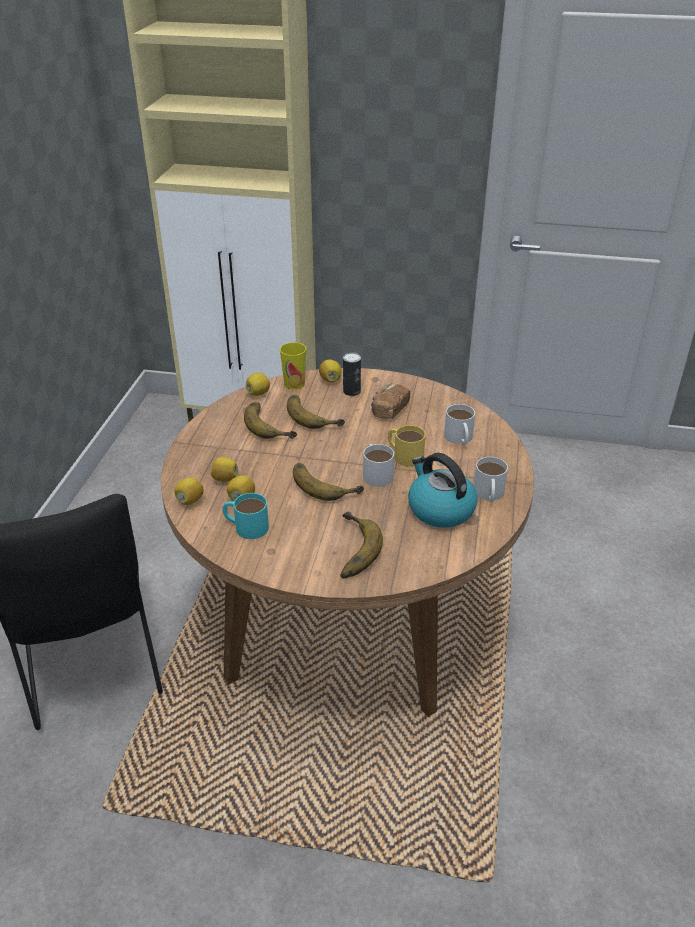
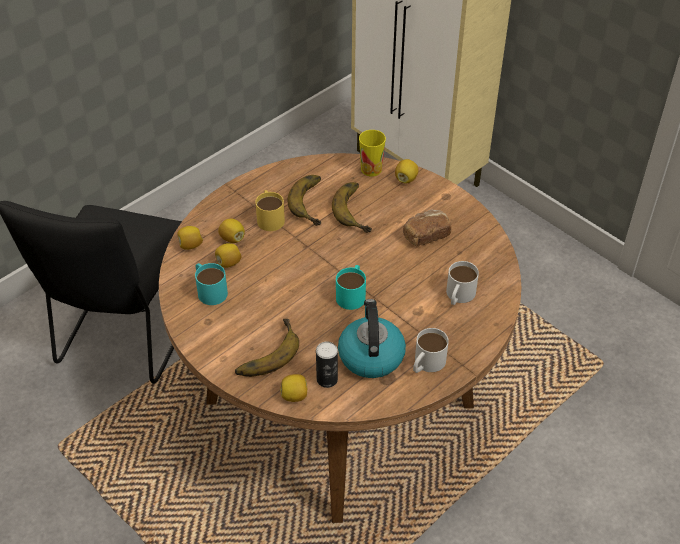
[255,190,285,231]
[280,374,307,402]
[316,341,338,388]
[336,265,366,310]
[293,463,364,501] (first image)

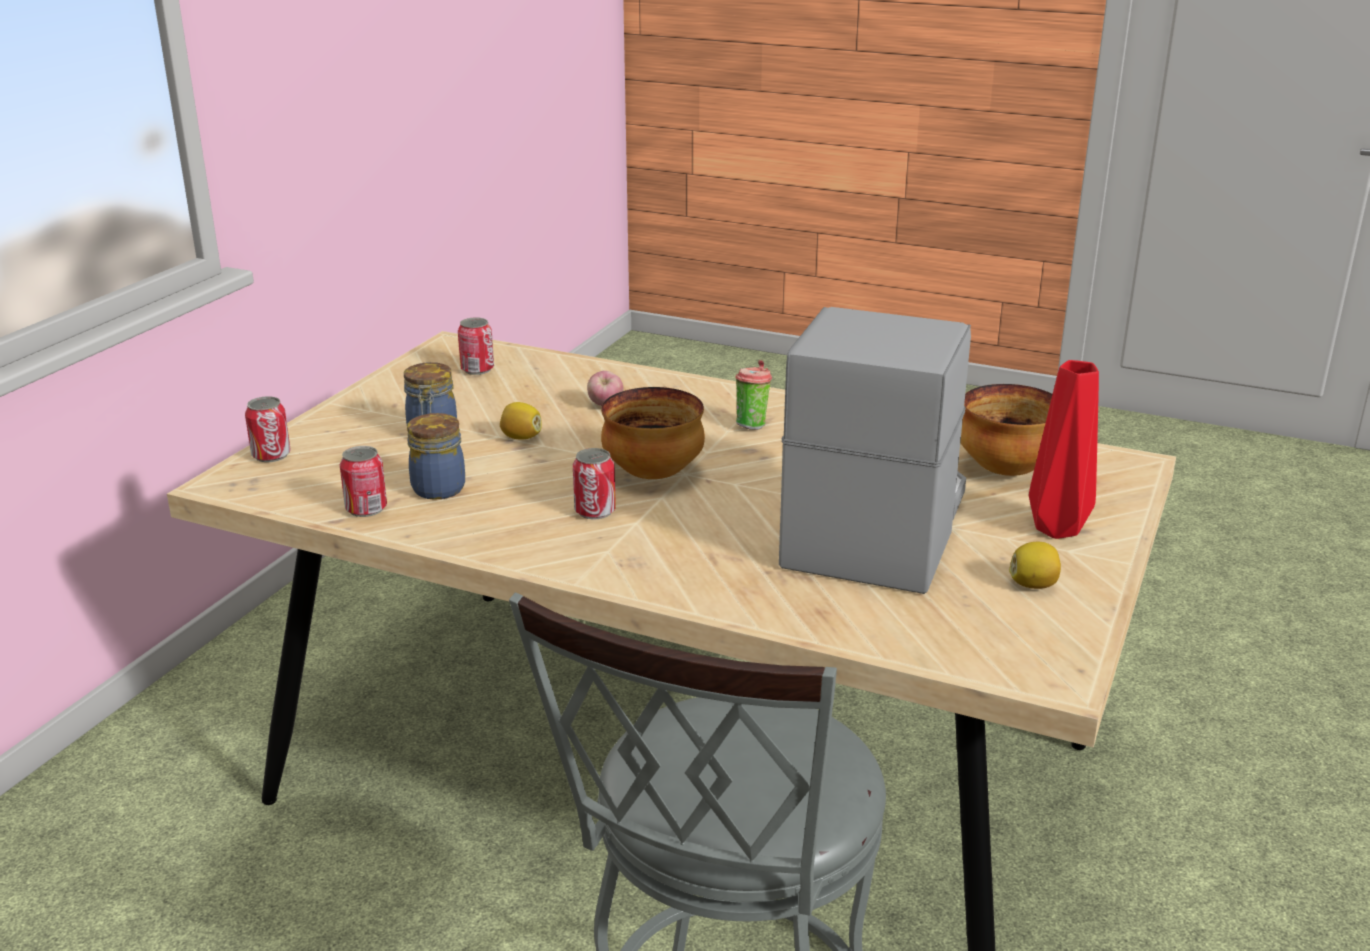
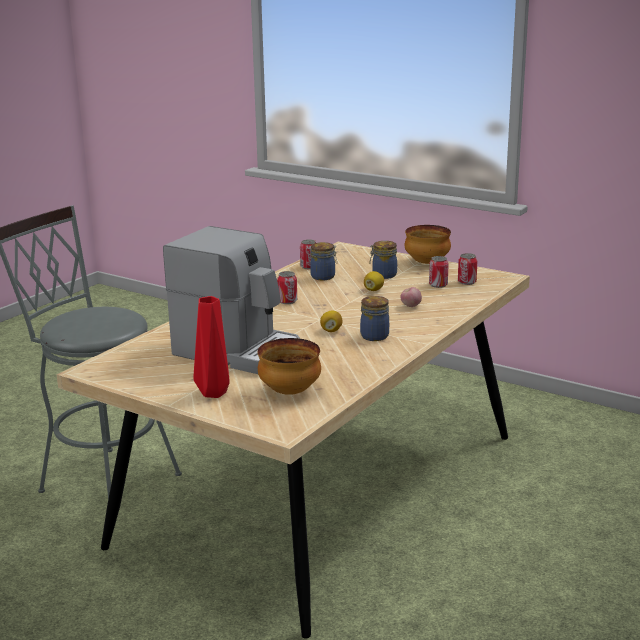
[320,311,342,332]
[360,296,389,341]
[405,225,451,264]
[429,256,449,288]

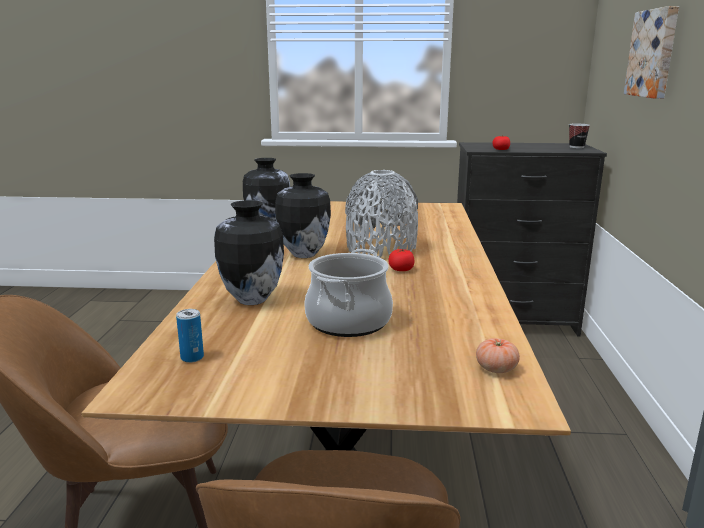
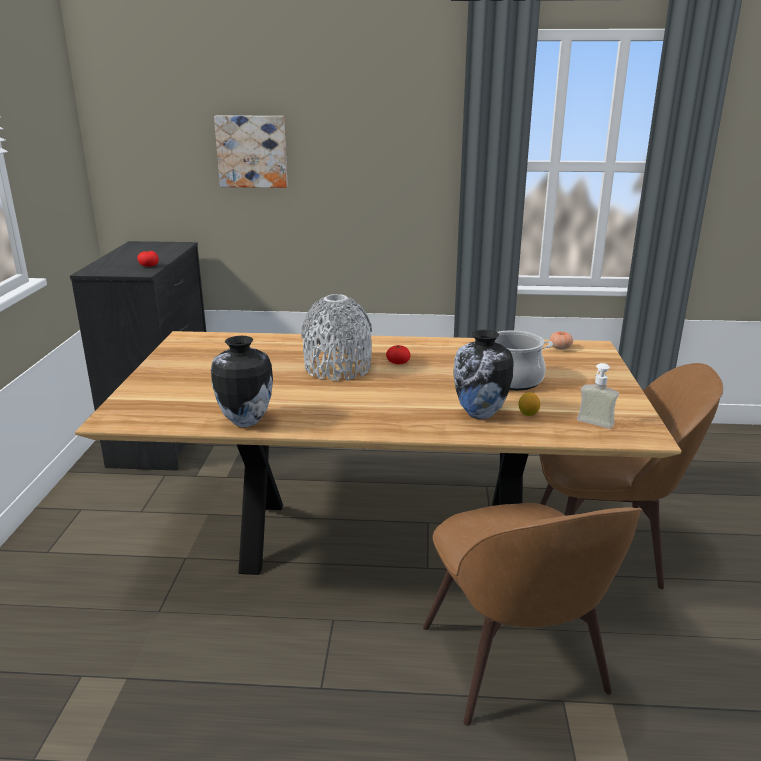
[519,392,540,416]
[577,363,619,429]
[275,173,331,258] (first image)
[569,124,590,148] (first image)

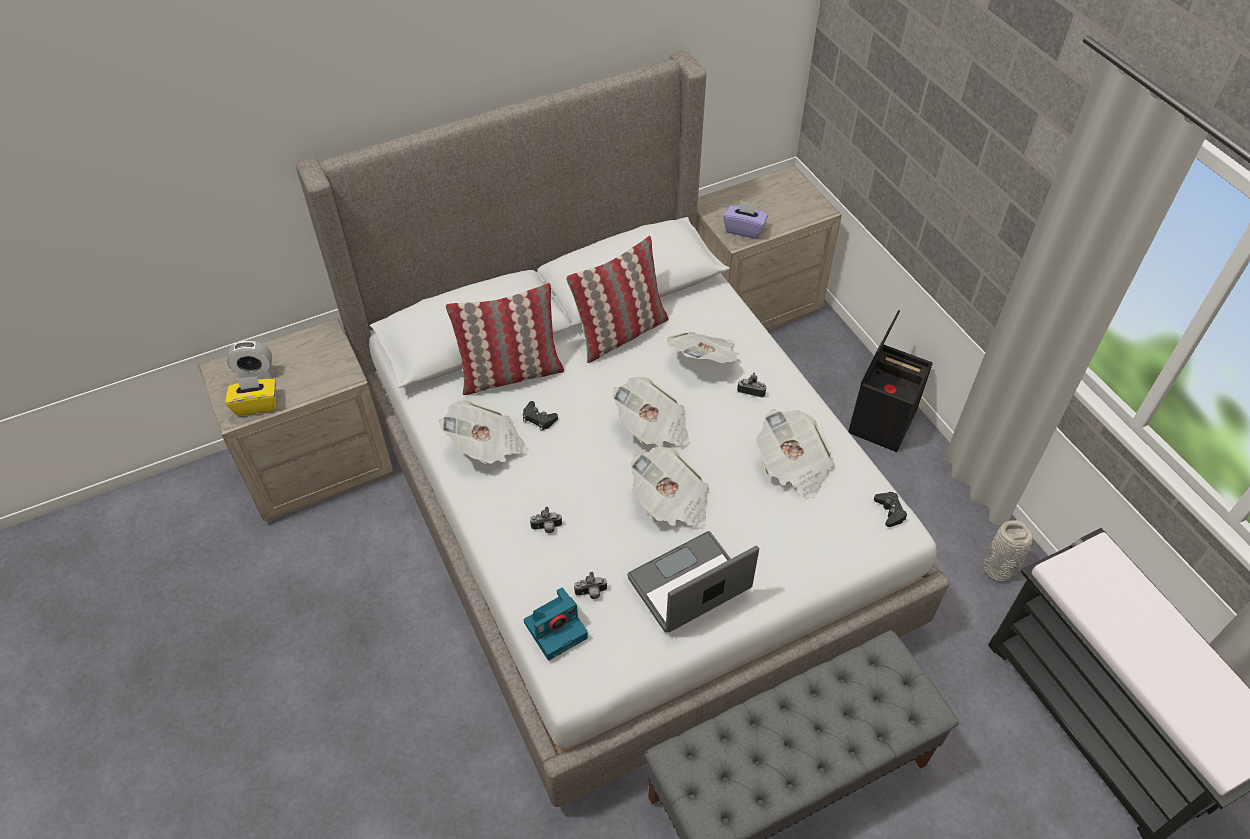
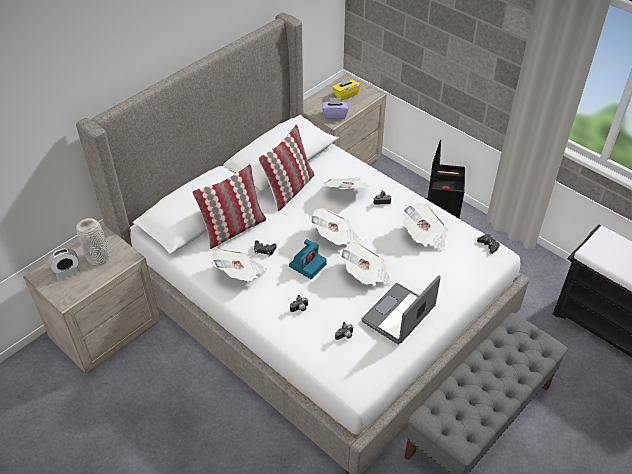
[76,218,109,265]
[289,239,327,279]
[332,76,360,101]

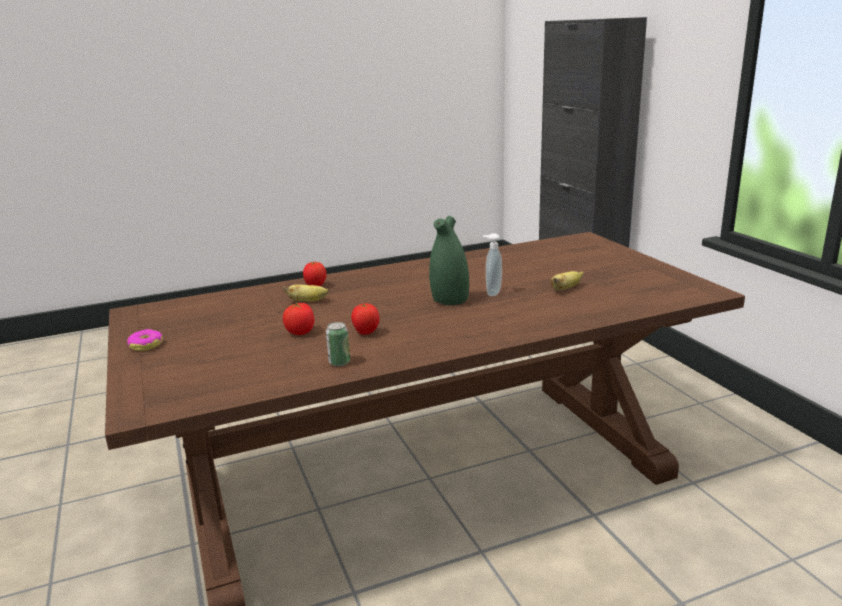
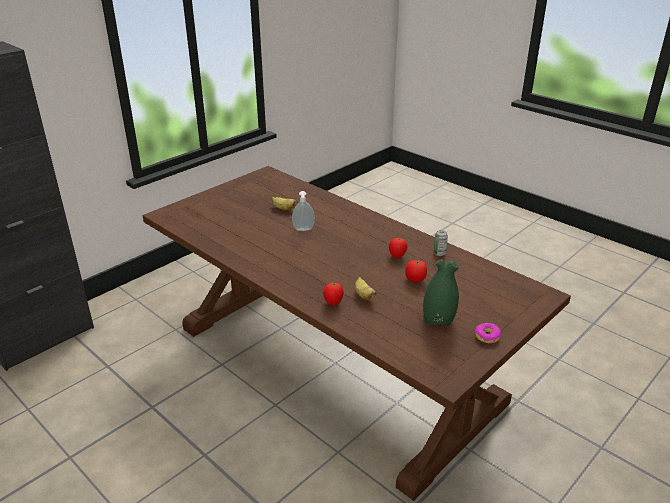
[423,259,459,326]

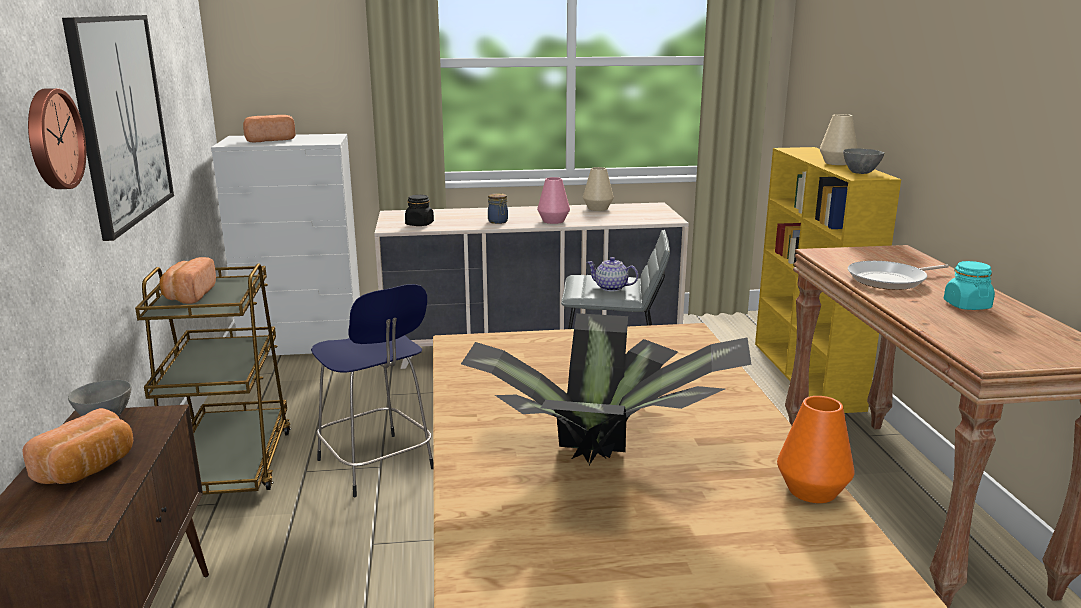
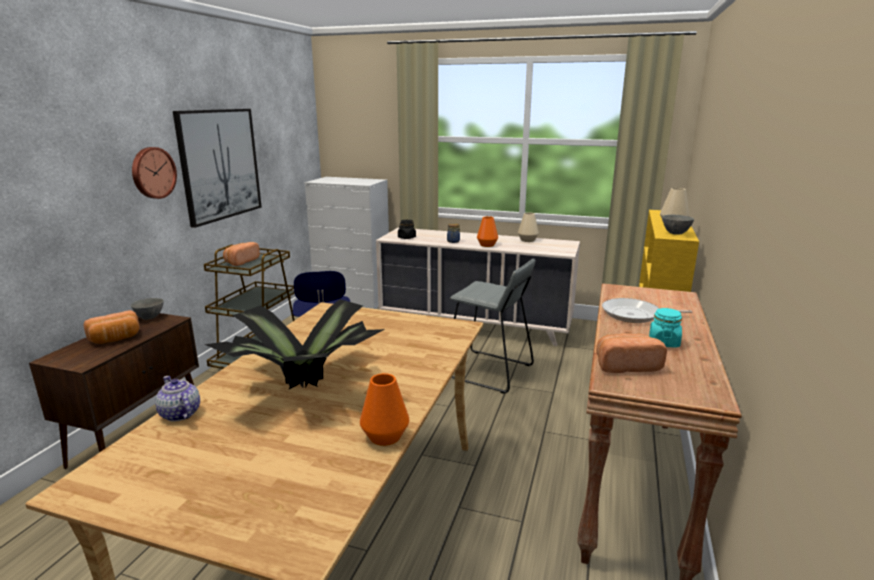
[155,376,200,422]
[477,216,498,247]
[596,333,667,373]

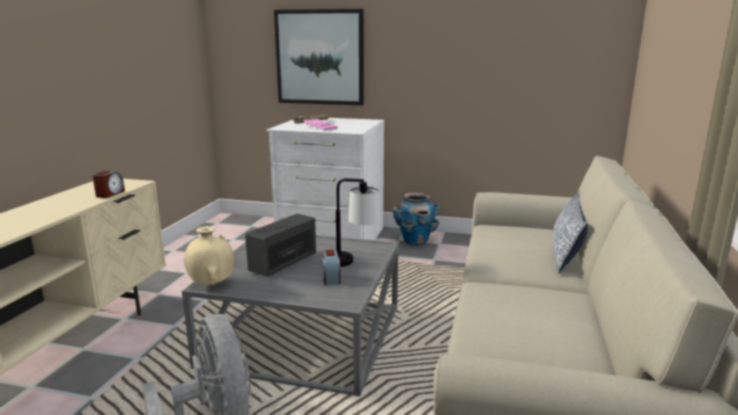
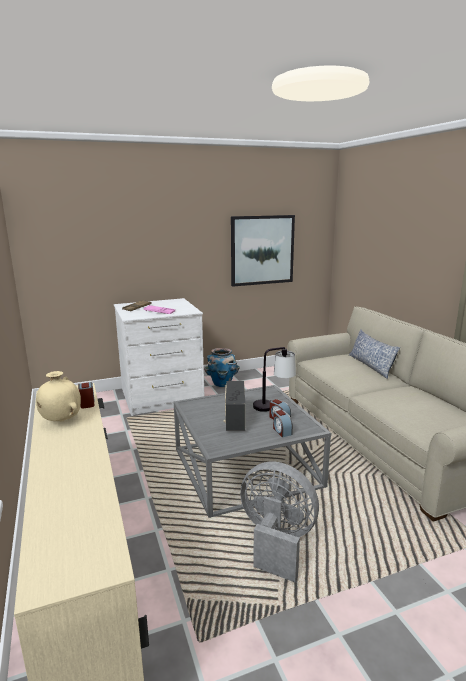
[36,371,81,422]
[231,215,295,287]
[273,410,293,437]

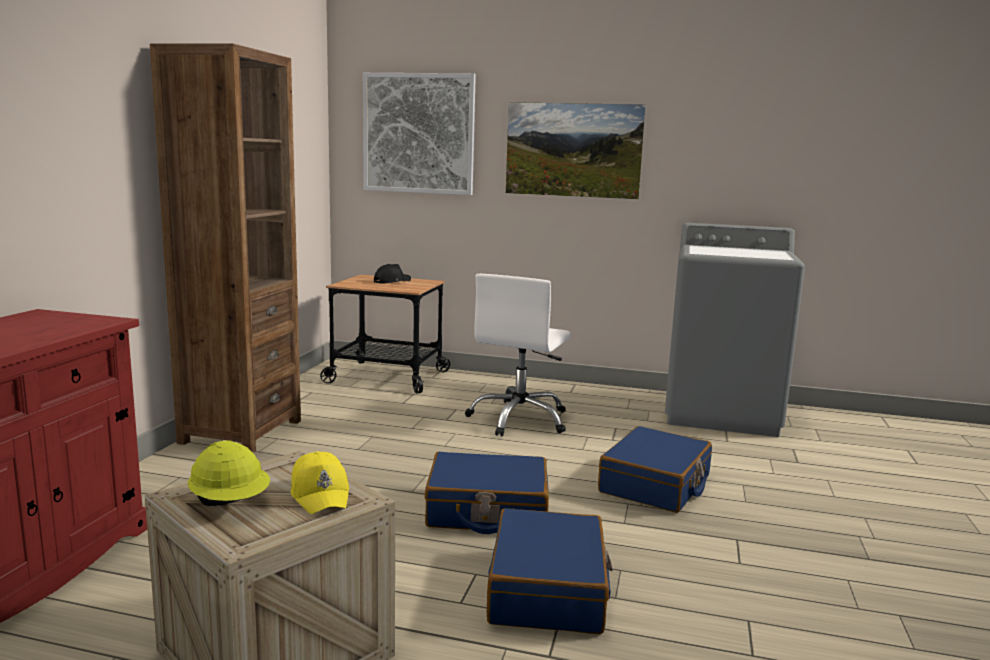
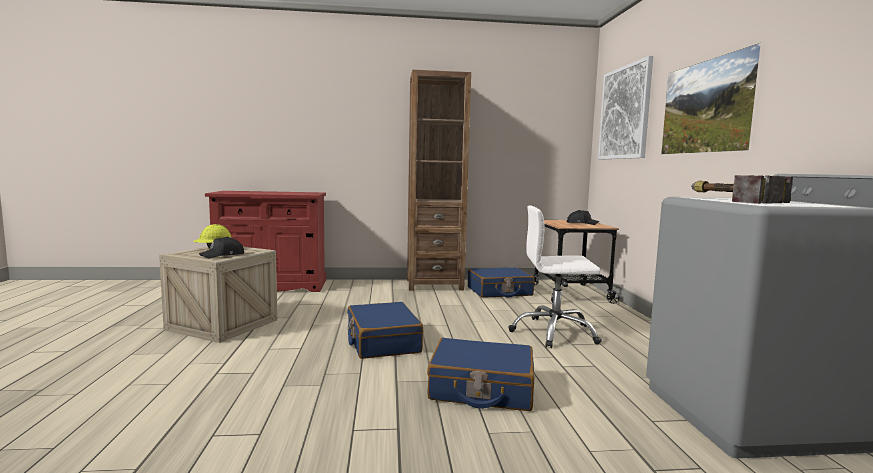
[199,237,244,258]
[468,267,534,298]
[691,175,793,204]

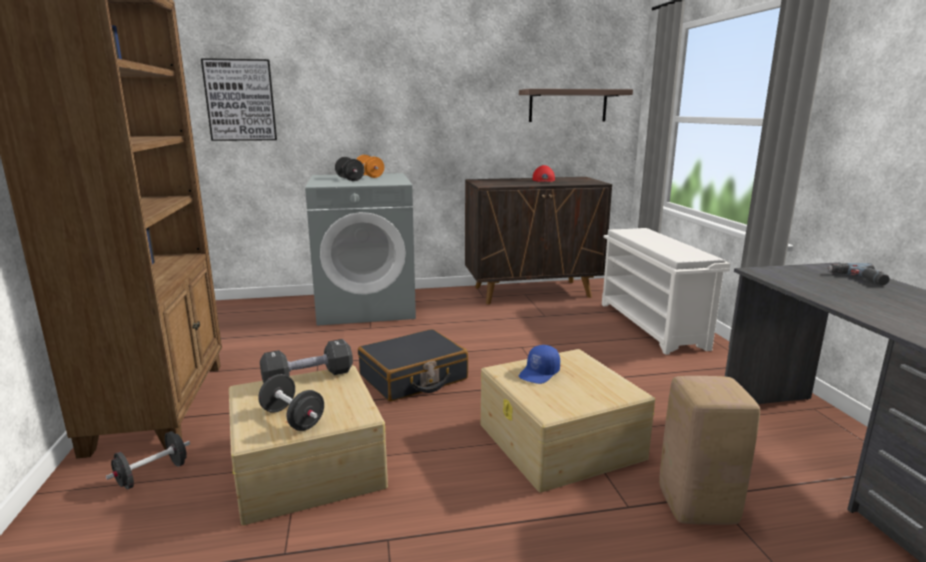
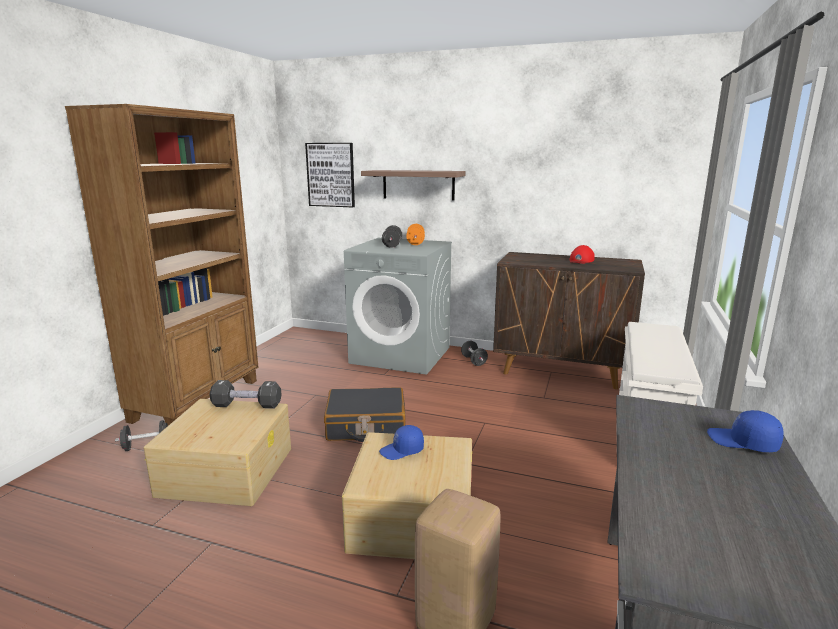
[361,170,466,201]
[461,341,488,366]
[707,410,784,452]

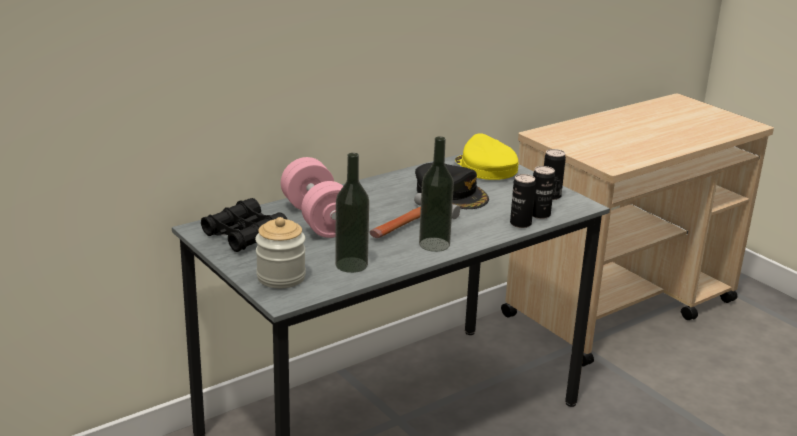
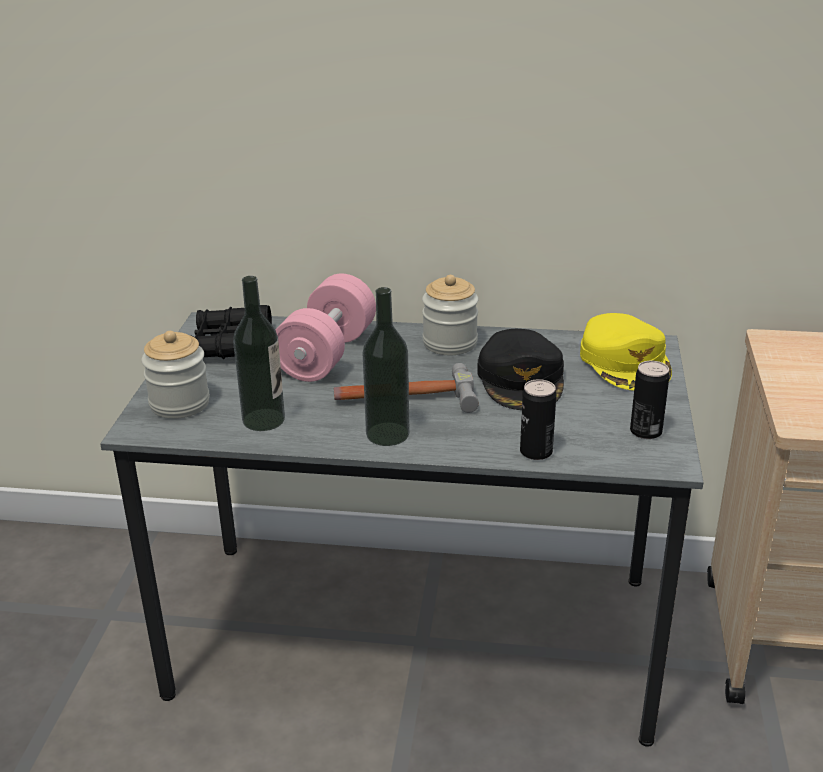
[422,275,478,355]
[580,313,672,391]
[532,166,555,219] (first image)

